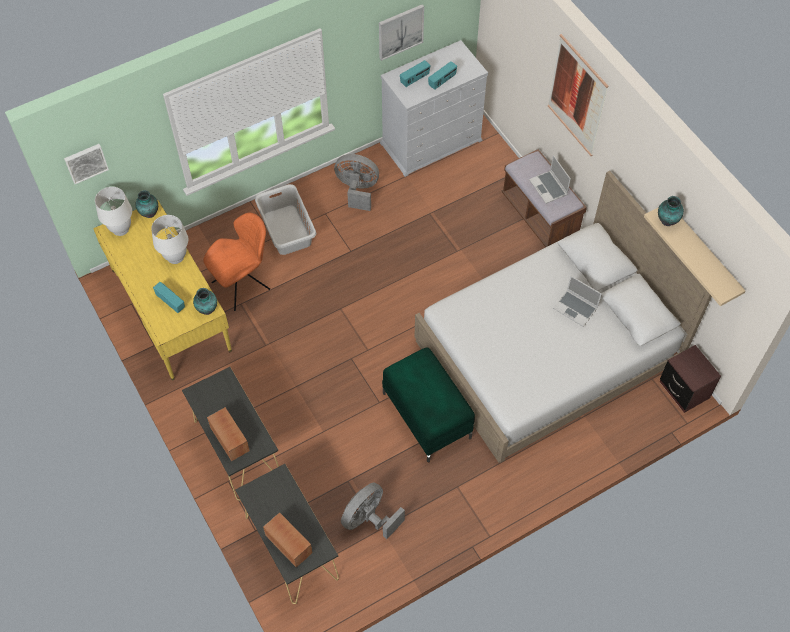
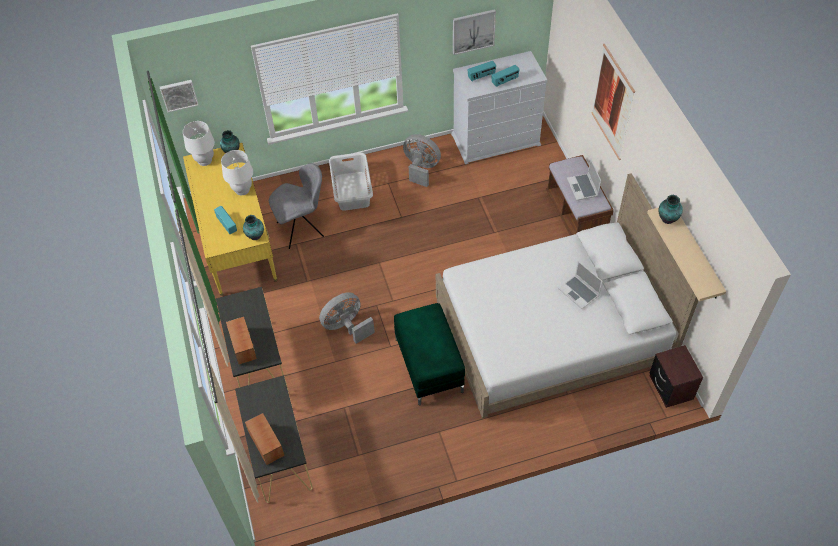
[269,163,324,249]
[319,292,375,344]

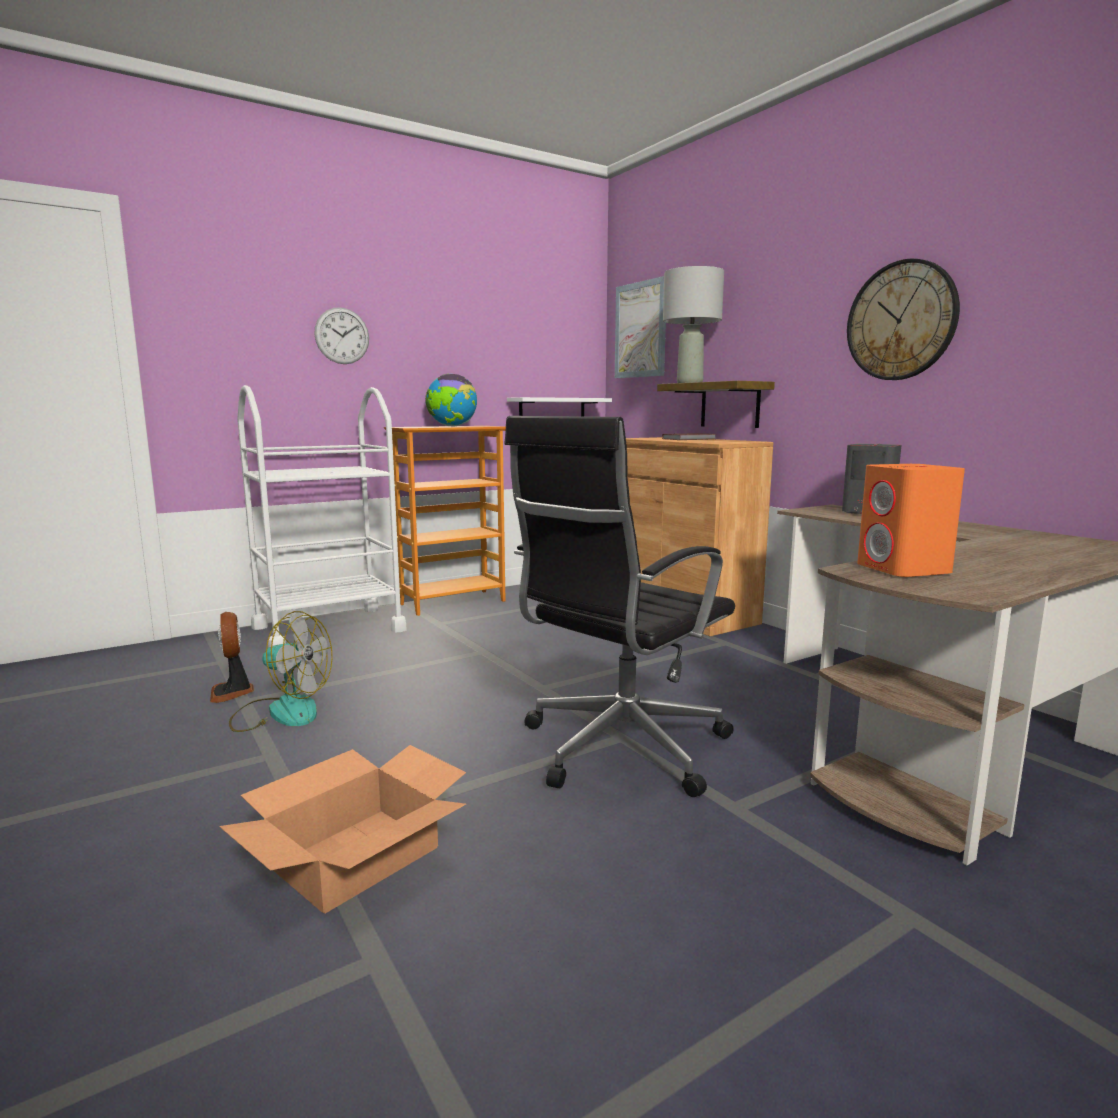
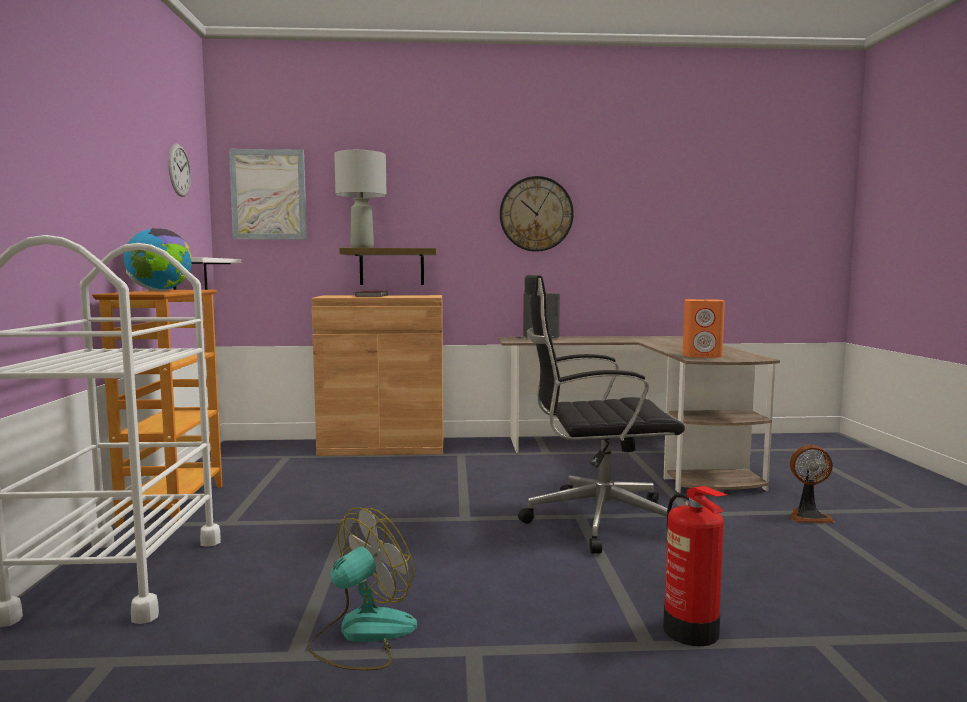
[169,144,191,197]
[518,275,685,554]
[663,486,727,646]
[790,445,835,523]

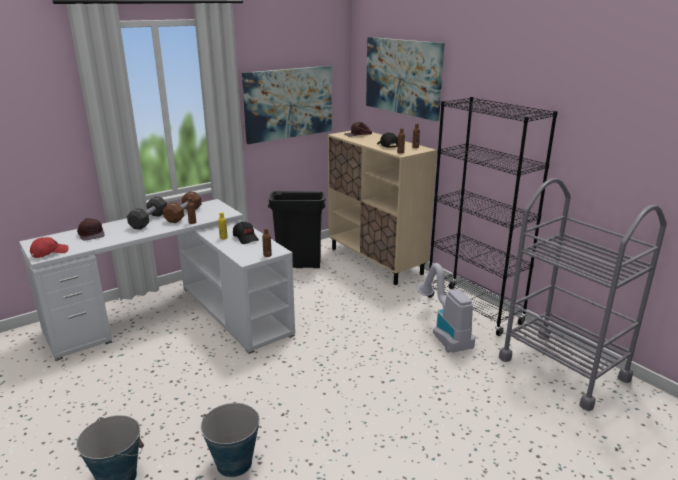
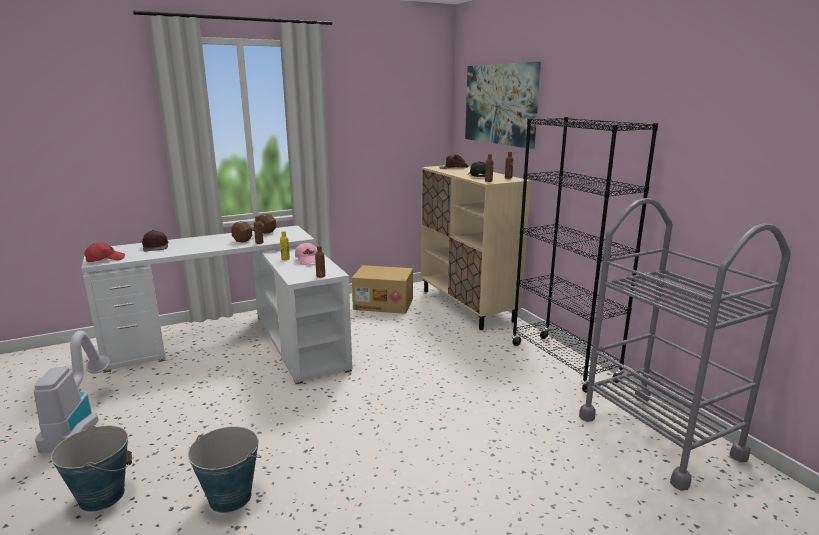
[34,331,110,453]
[295,242,317,265]
[352,265,413,314]
[127,197,167,230] (first image)
[242,66,332,144] (first image)

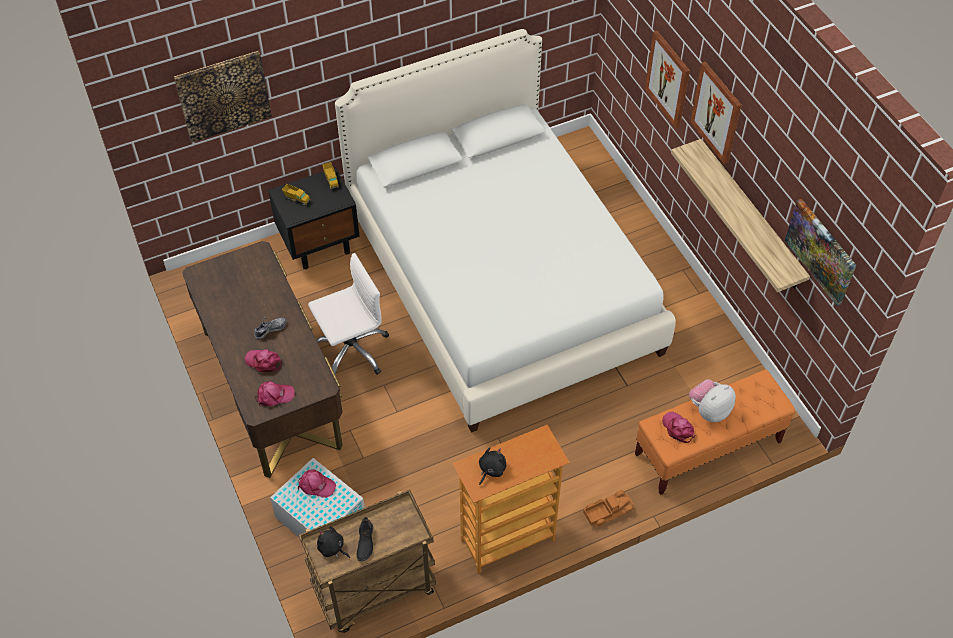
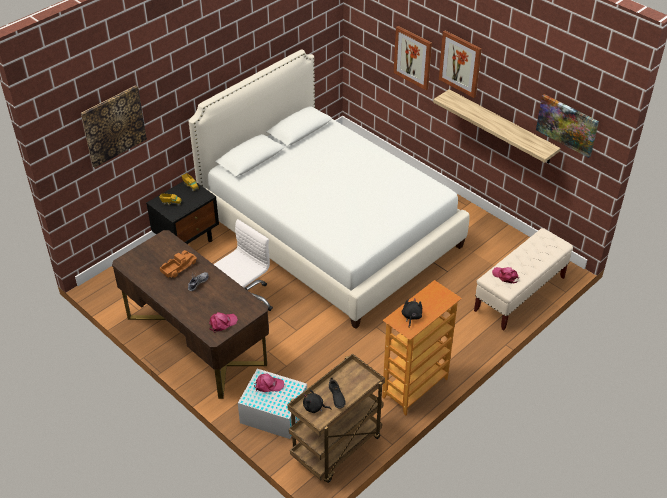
[160,250,197,278]
[474,228,573,330]
[244,349,282,372] (first image)
[689,379,736,422] (first image)

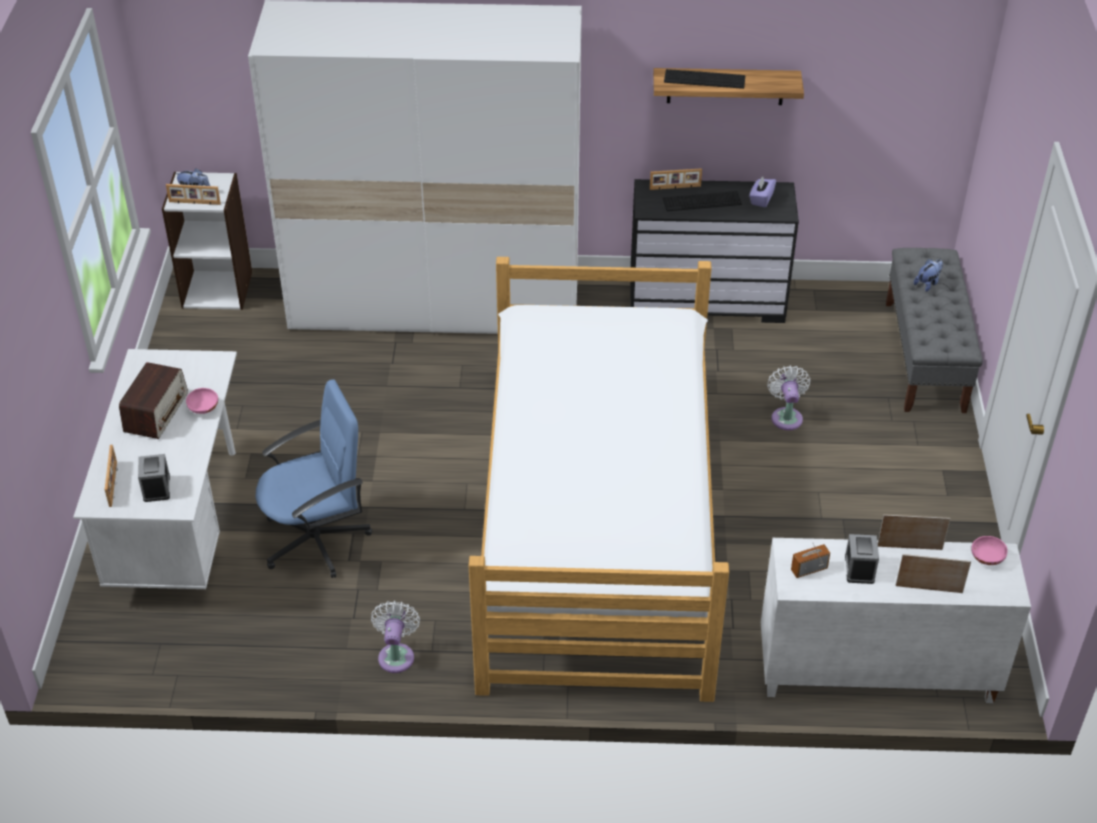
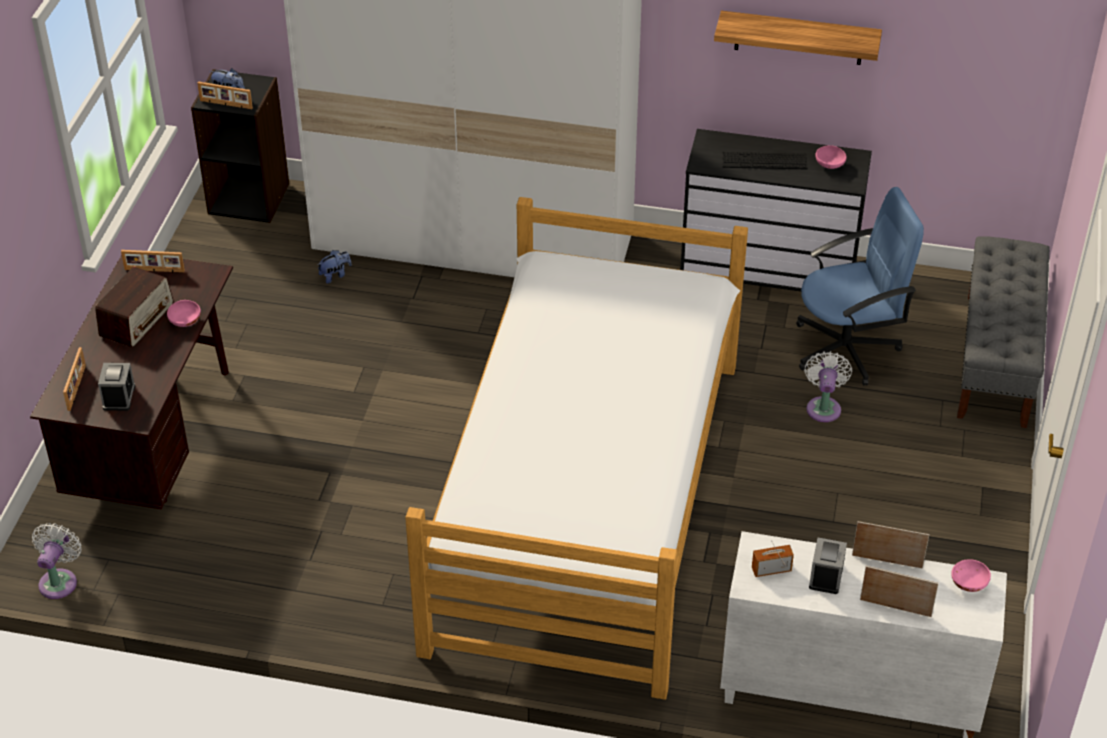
[30,255,233,510]
[32,523,81,599]
[121,250,185,273]
[191,69,289,223]
[317,250,352,284]
[796,187,924,386]
[815,145,847,169]
[664,69,745,89] (first image)

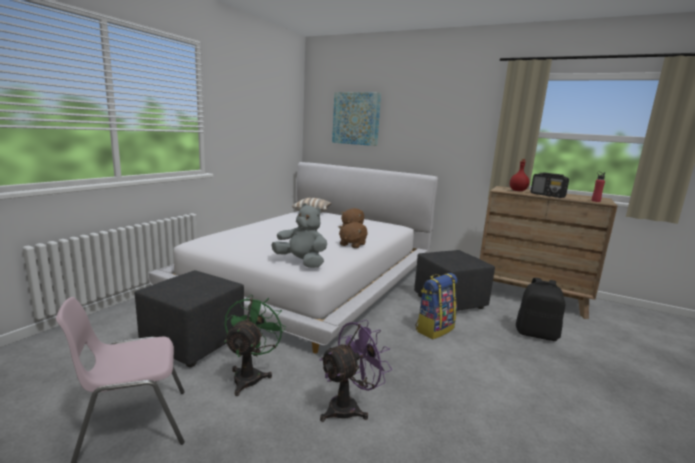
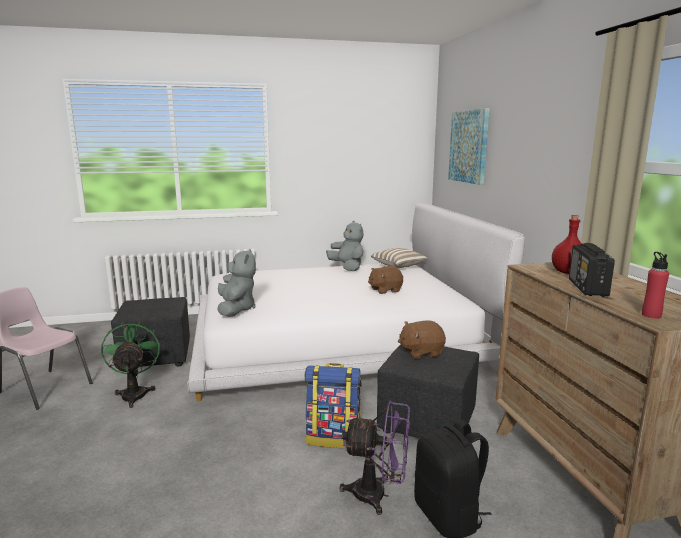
[101,322,160,408]
[326,221,364,271]
[340,401,410,515]
[398,320,446,359]

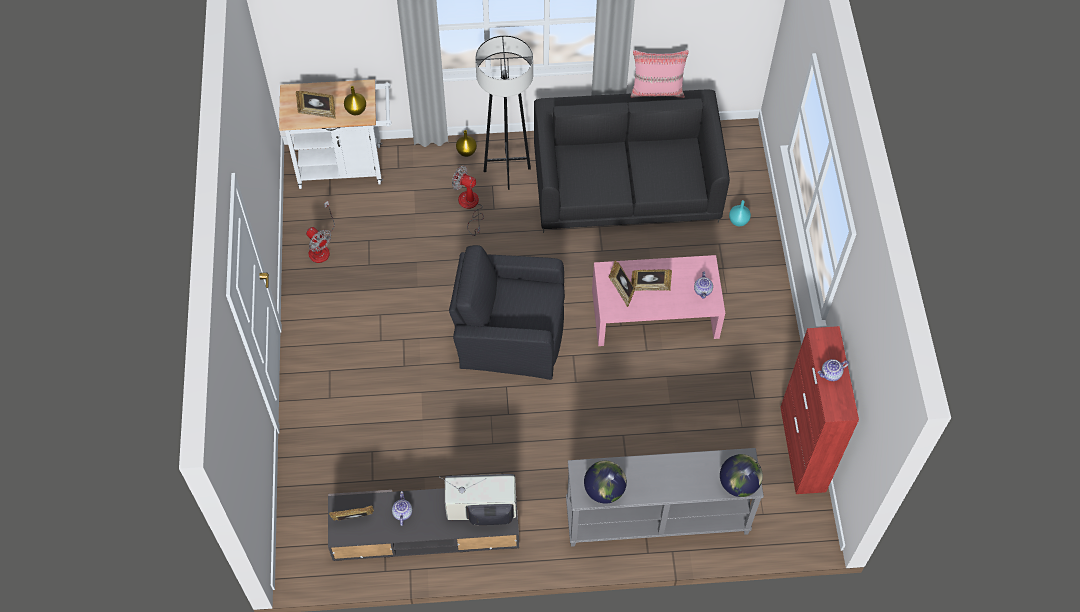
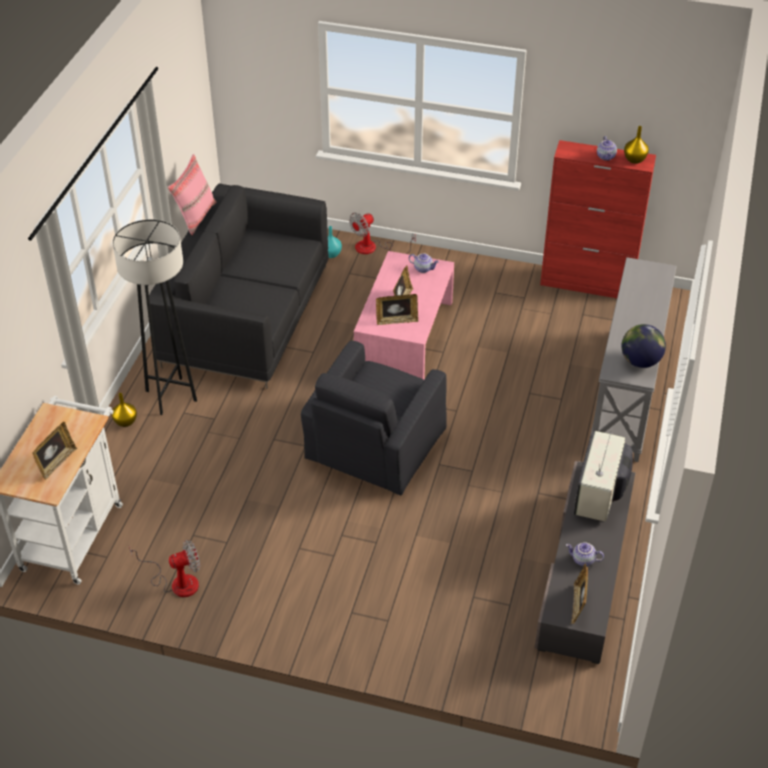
[349,213,416,254]
[624,126,649,164]
[720,454,763,497] (first image)

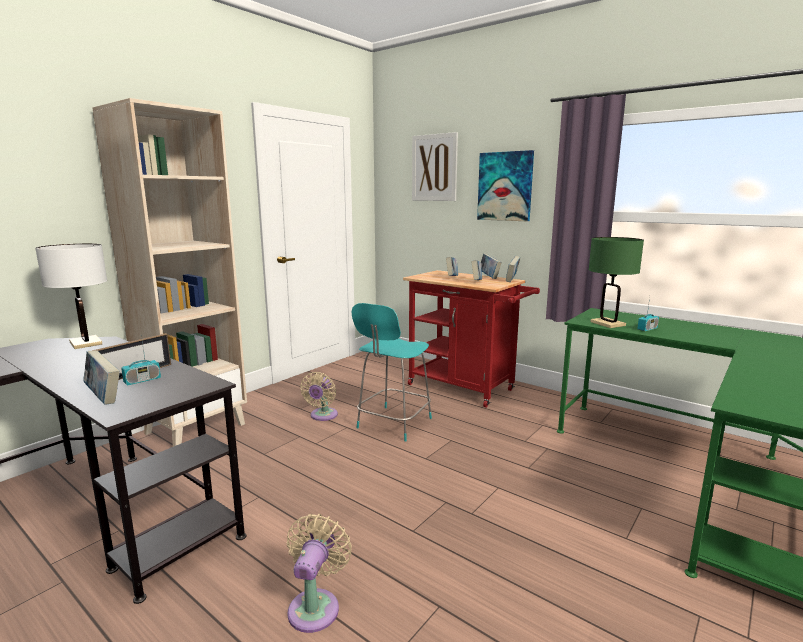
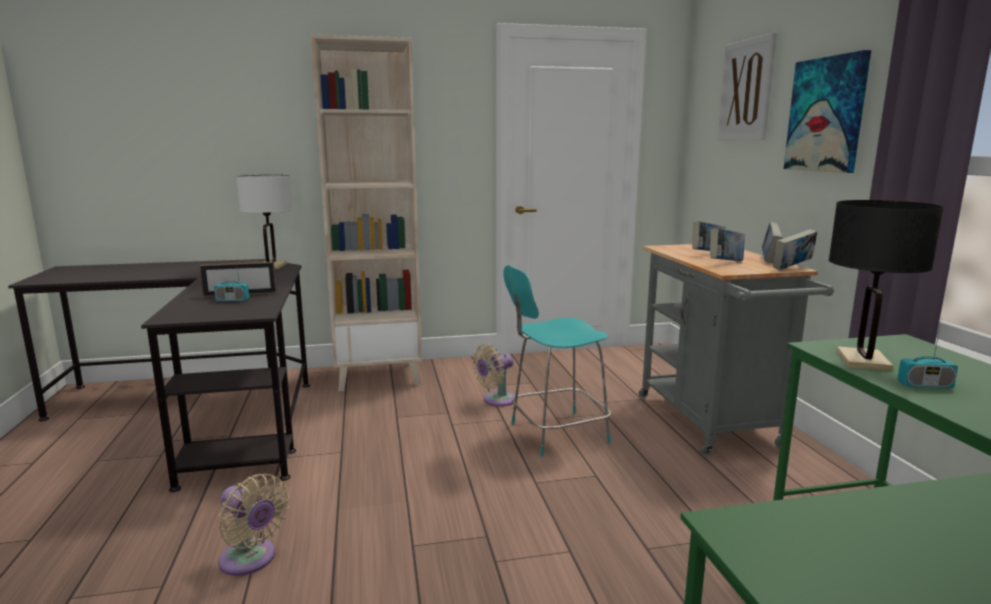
[218,474,289,576]
[639,244,834,456]
[829,200,944,371]
[83,350,120,405] (first image)

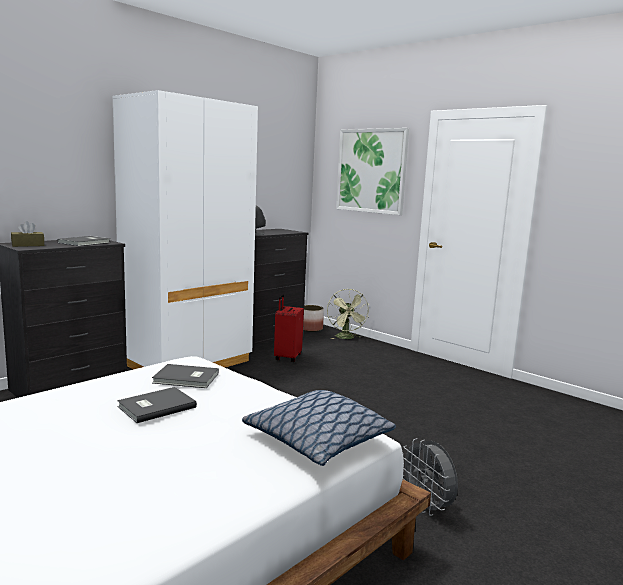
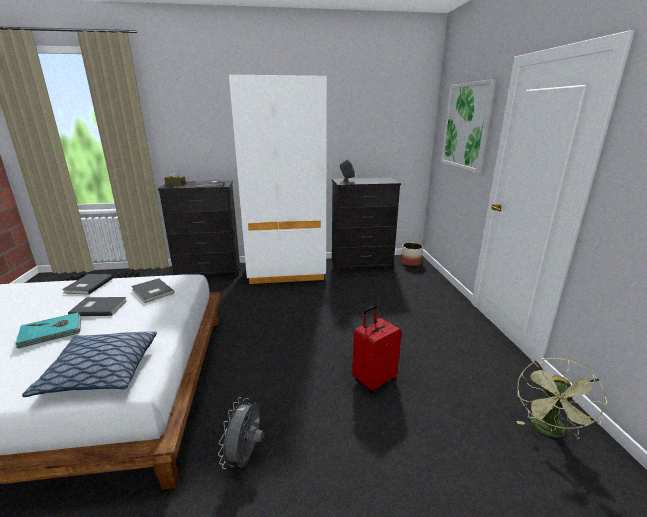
[16,313,81,349]
[62,274,113,295]
[352,306,401,393]
[517,358,607,439]

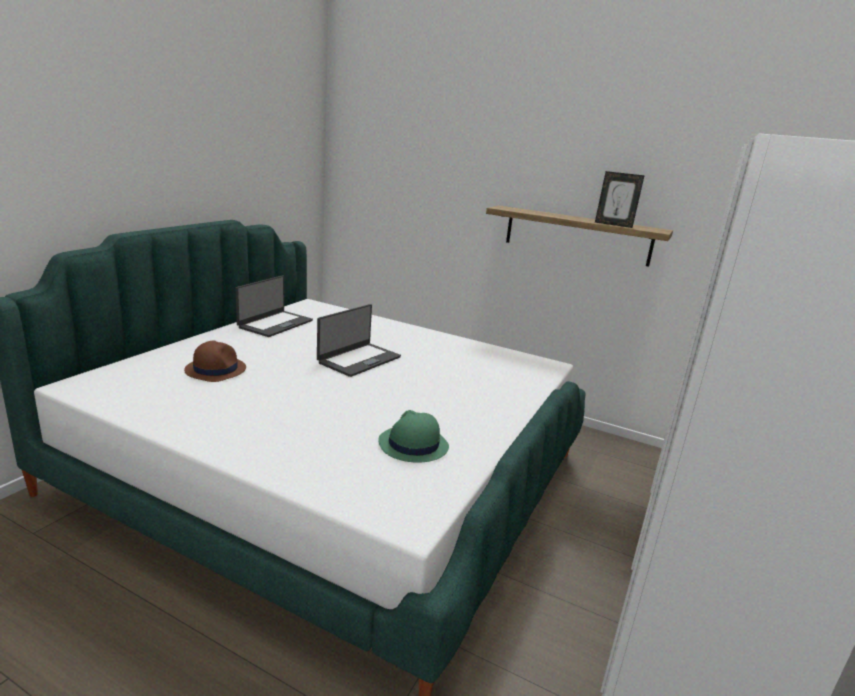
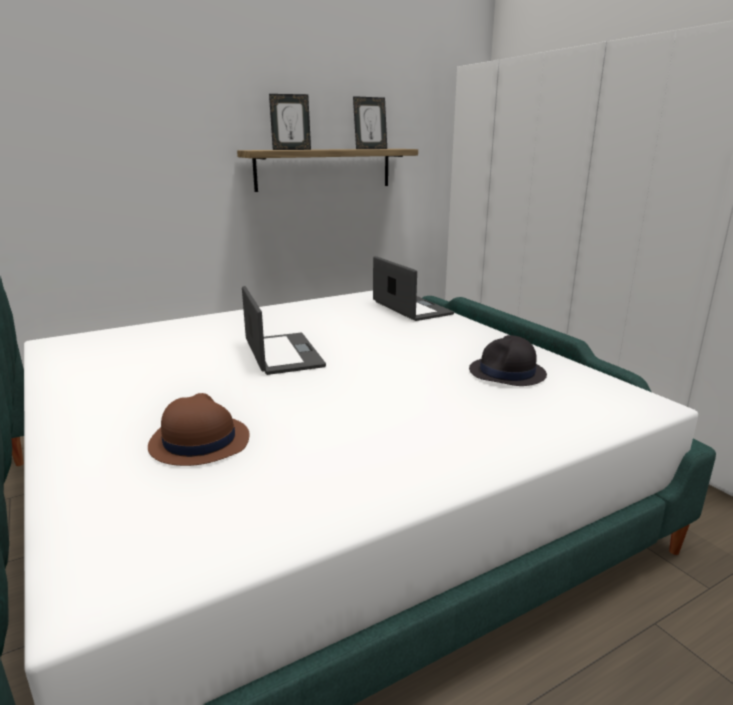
[269,94,311,150]
[373,256,454,321]
[469,335,547,386]

